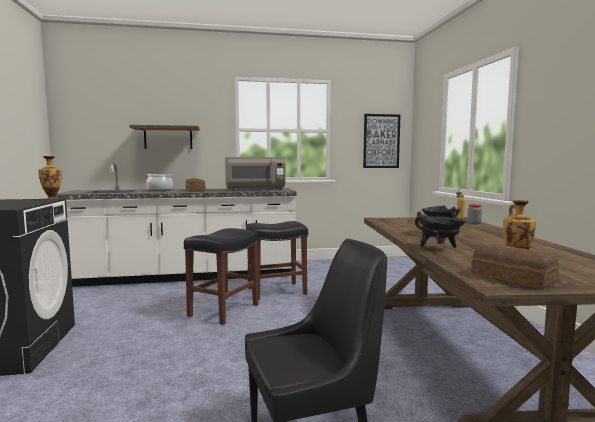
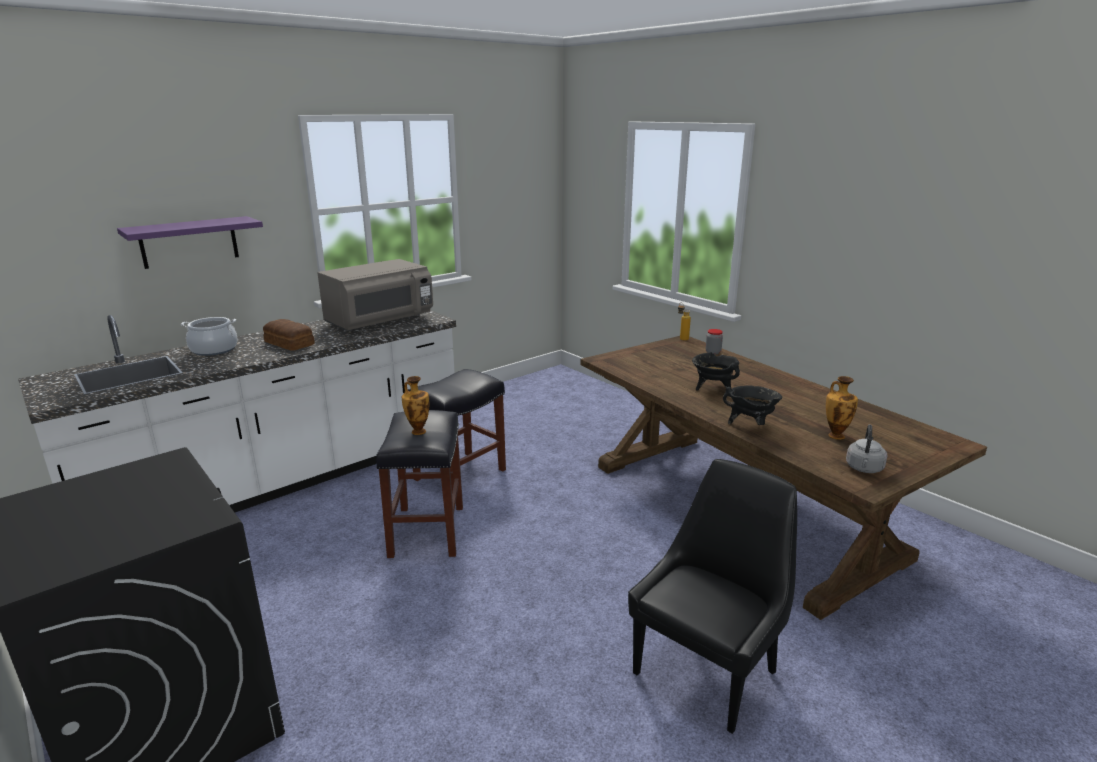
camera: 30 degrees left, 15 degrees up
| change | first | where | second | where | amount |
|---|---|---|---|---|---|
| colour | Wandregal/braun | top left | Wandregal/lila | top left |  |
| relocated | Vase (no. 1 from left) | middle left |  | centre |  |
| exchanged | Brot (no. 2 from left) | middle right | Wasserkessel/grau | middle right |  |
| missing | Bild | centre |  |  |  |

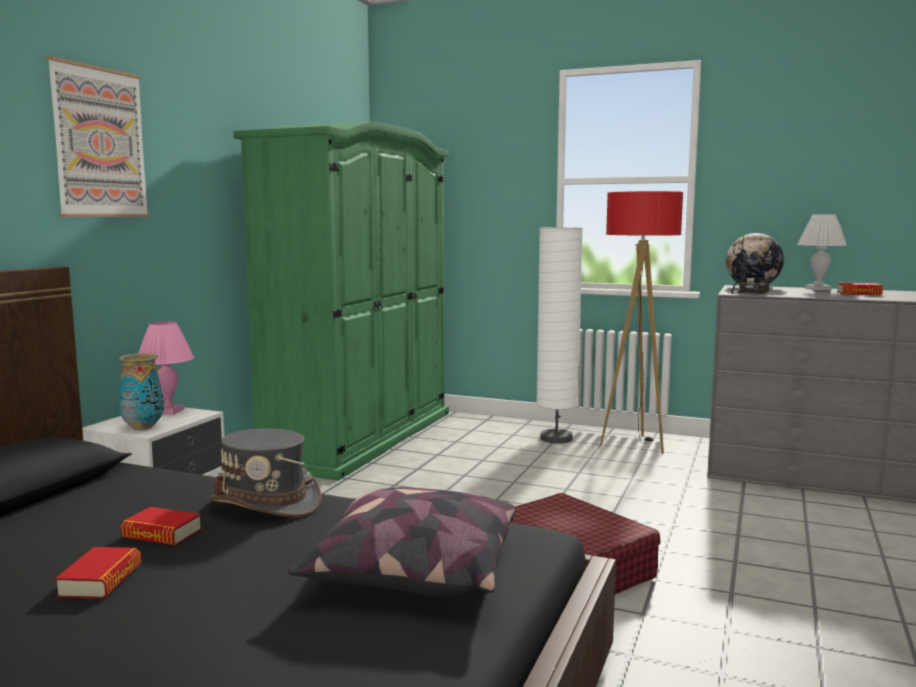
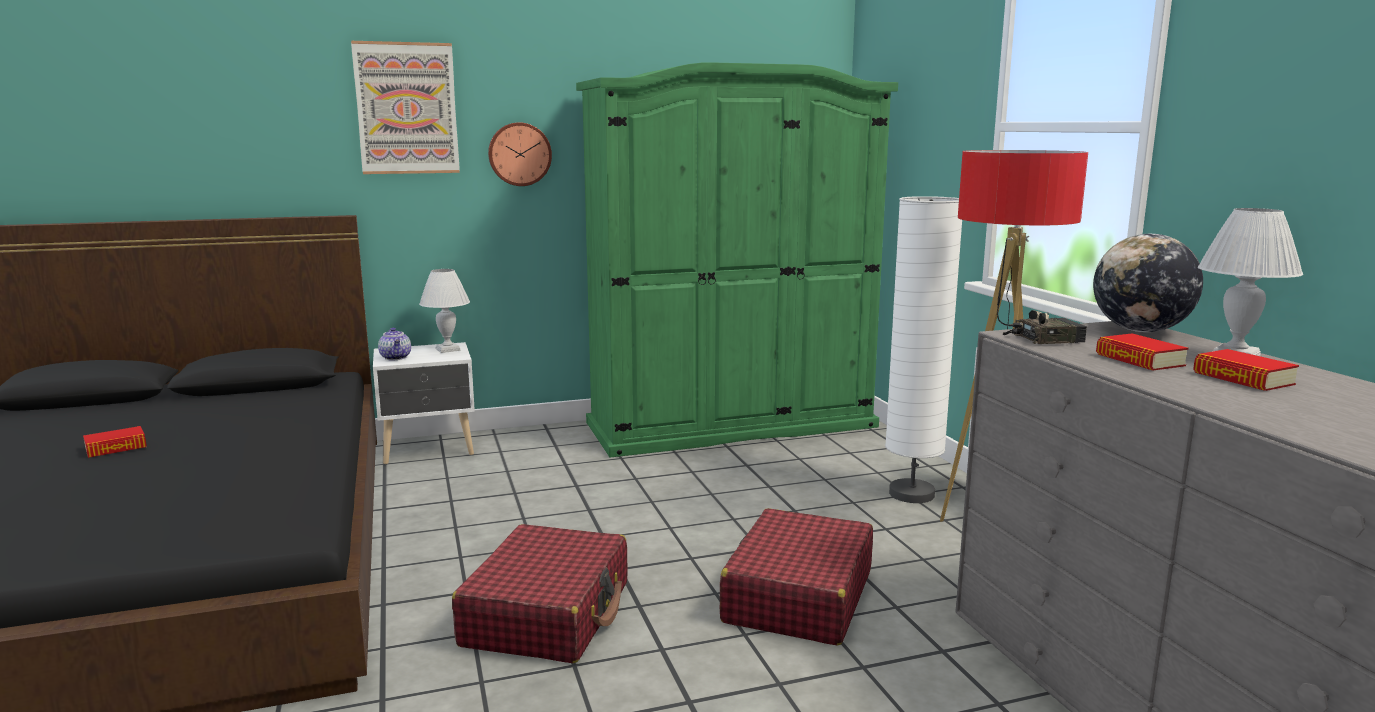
camera: 50 degrees right, 5 degrees up
| change | first | where | second | where | amount |
|---|---|---|---|---|---|
| exchanged | Vase | middle left | Teekanne | middle left |  |
| colour | Tischlampe/rosa | middle left | Tischlampe/weiß (no. 1 from left) | middle left |  |
| appeared |  |  | Wanduhr | top centre |  |
| appeared |  |  | Koffer/rot (no. 2 from left) | bottom centre |  |
| relocated | Buch (no. 2 from left) | bottom left |  | middle right |  |
| missing | Hut/grau | bottom left |  |  |  |
| missing | Kissen | bottom centre |  |  |  |

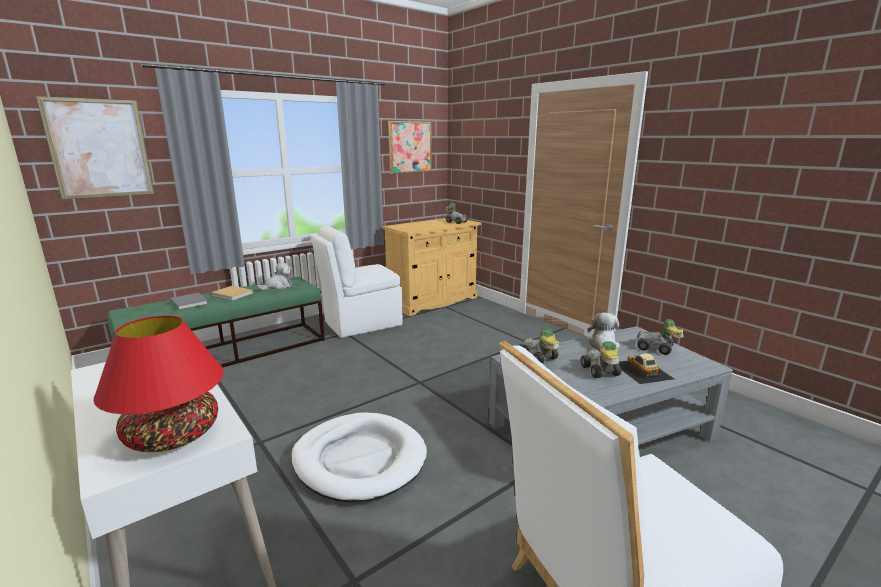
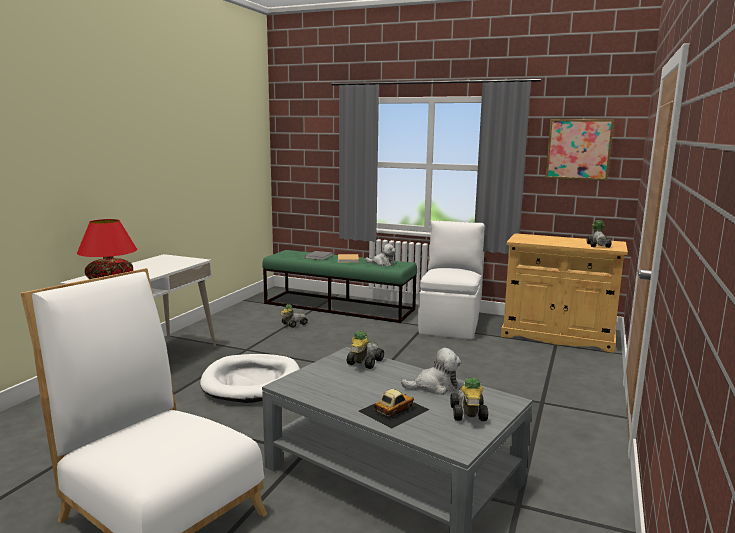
camera: 60 degrees right, 5 degrees down
| change | first | where | second | where | amount |
|---|---|---|---|---|---|
| relocated | Spielzeugauto (no. 3 from left in the first image) | middle right | Spielzeugauto (no. 1 from left) | centre |  |
| spun | Stuhl/weiß (no. 1 from left in the first image) | centre | Stuhl/weiß (no. 2 from left) | centre | 75 degrees clockwise |
| missing | Bild (no. 1 from left) | top left |  |  |  |

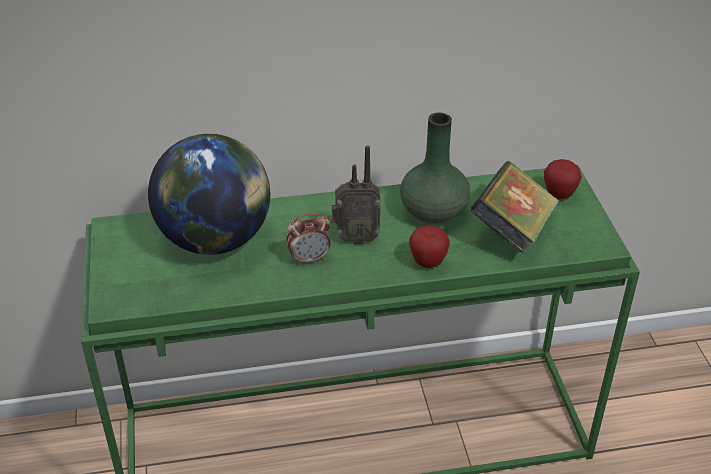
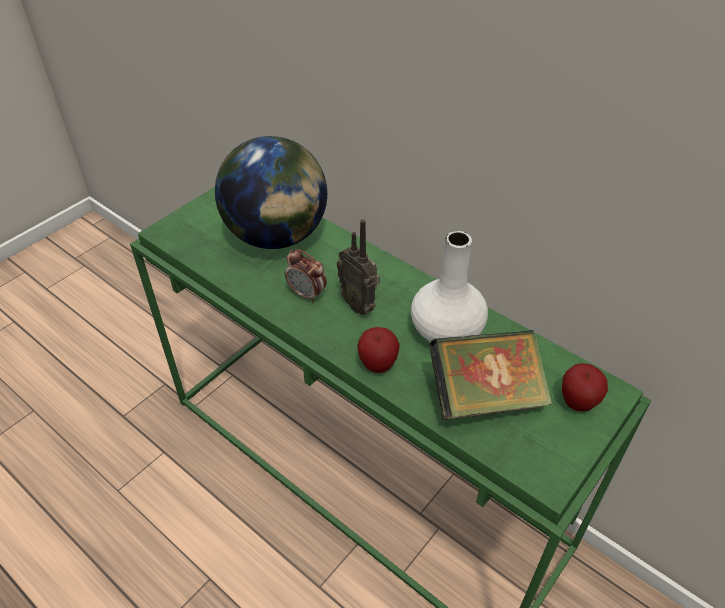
camera: 50 degrees right, 5 degrees up
| change | first | where | second | where | amount |
|---|---|---|---|---|---|
| colour | Vase/grün | centre | Vase/weiß | centre |  |

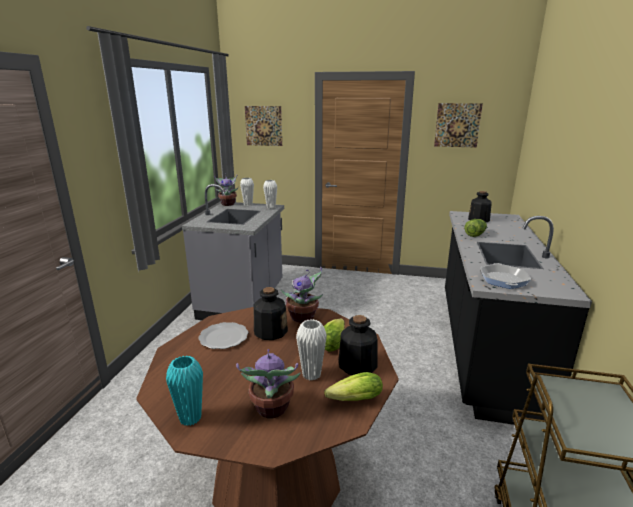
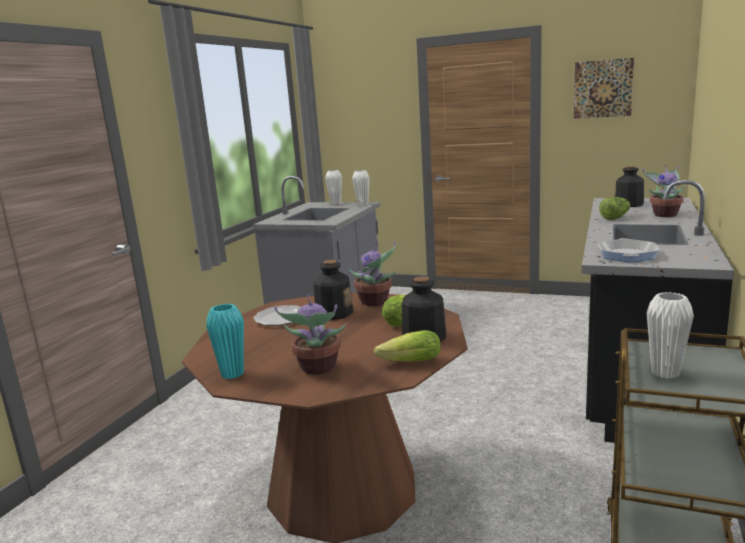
camera: 10 degrees right, 5 degrees down
| change | first | where | second | where | amount |
|---|---|---|---|---|---|
| relocated | Topfpflanze (no. 1 from left in the first image) | centre | Topfpflanze (no. 3 from left) | middle right |  |
| relocated | Vase/weiß (no. 3 from left) | bottom centre |  | middle right |  |
| missing | Bild (no. 1 from left) | top centre |  |  |  |

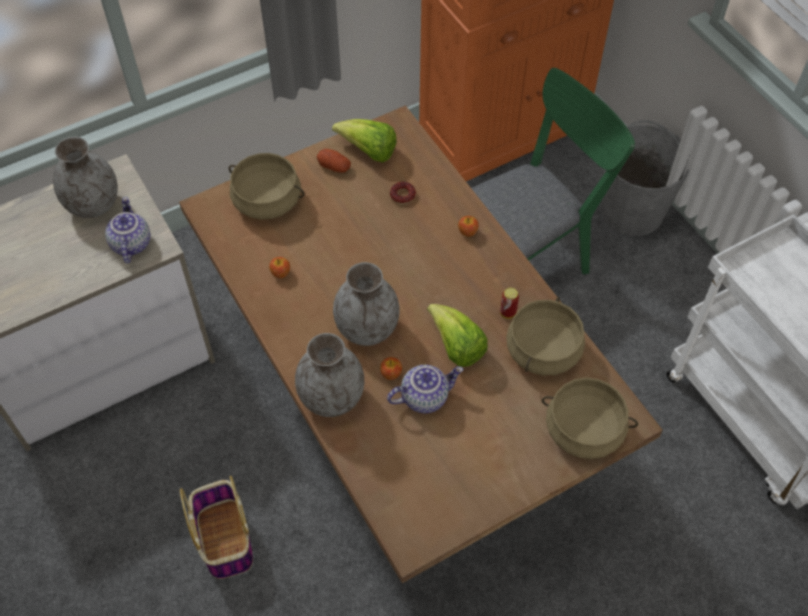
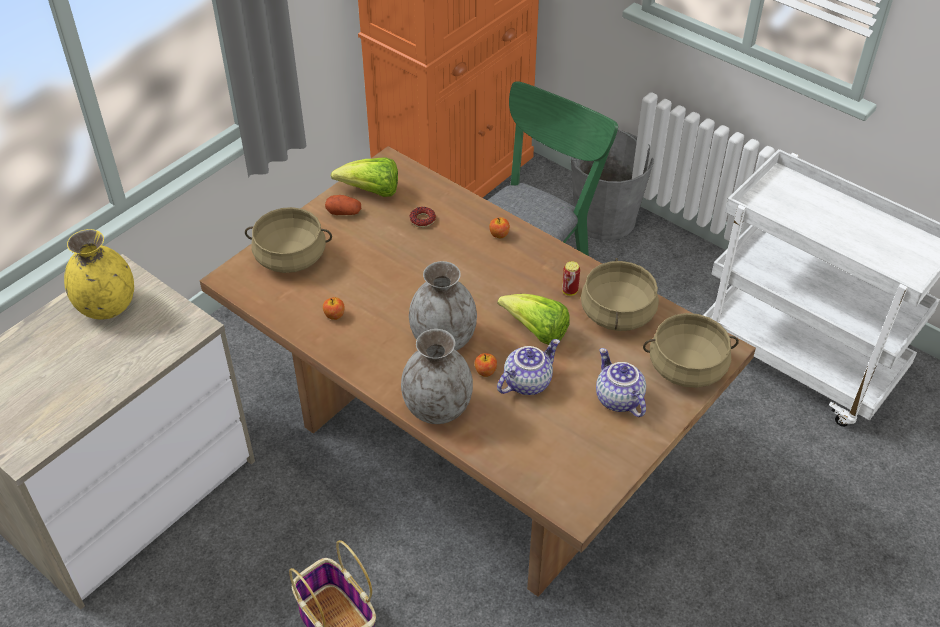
camera: 20 degrees left, 10 degrees down
| change | first | where | second | where | amount |
|---|---|---|---|---|---|
| colour | Vase/grau (no. 1 from left) | top left | Vase/gelb | middle left |  |
| relocated | Teekanne (no. 1 from left in the first image) | middle left | Teekanne (no. 2 from left) | centre |  |

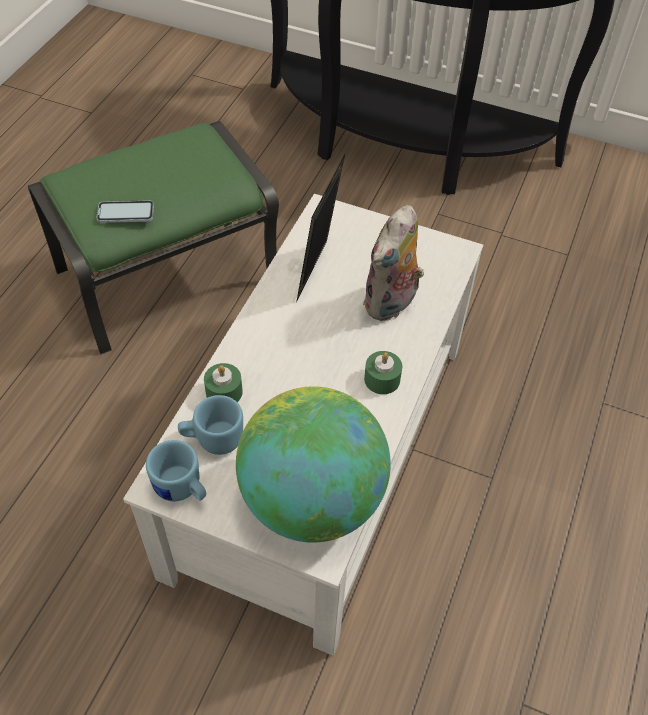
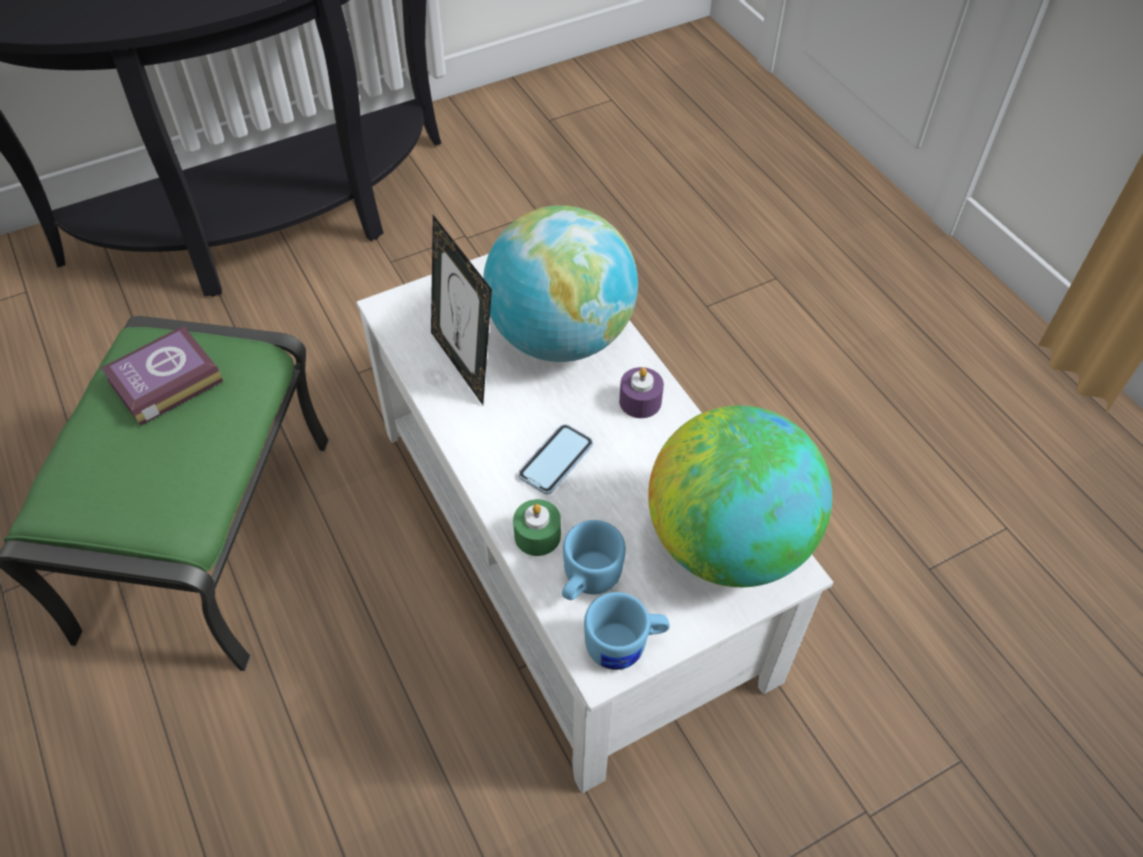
camera: 50 degrees left, 0 degrees up
| change | first | where | second | where | amount |
|---|---|---|---|---|---|
| appeared |  |  | Buch | middle left |  |
| exchanged | Plüschtier | centre | Globus (no. 1 from left) | top centre |  |
| relocated | Handy | top left |  | centre |  |
| colour | Kerze/grün (no. 2 from left) | centre | Kerze/lila | centre |  |

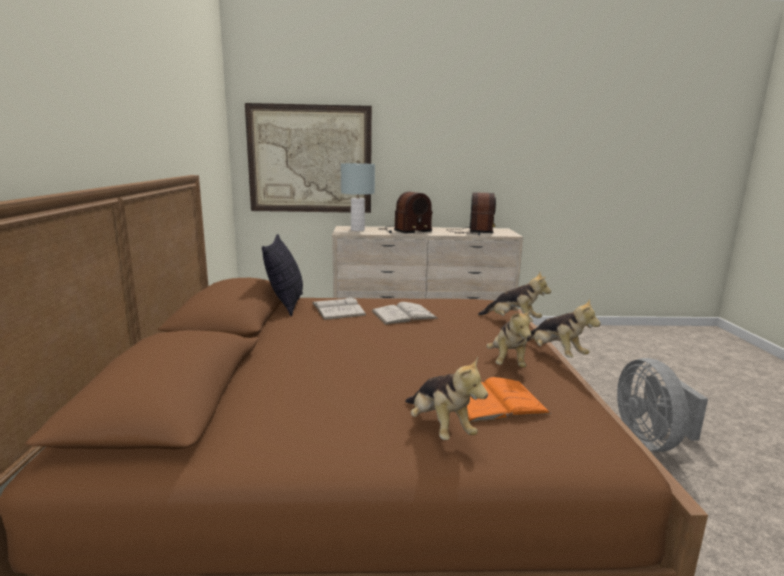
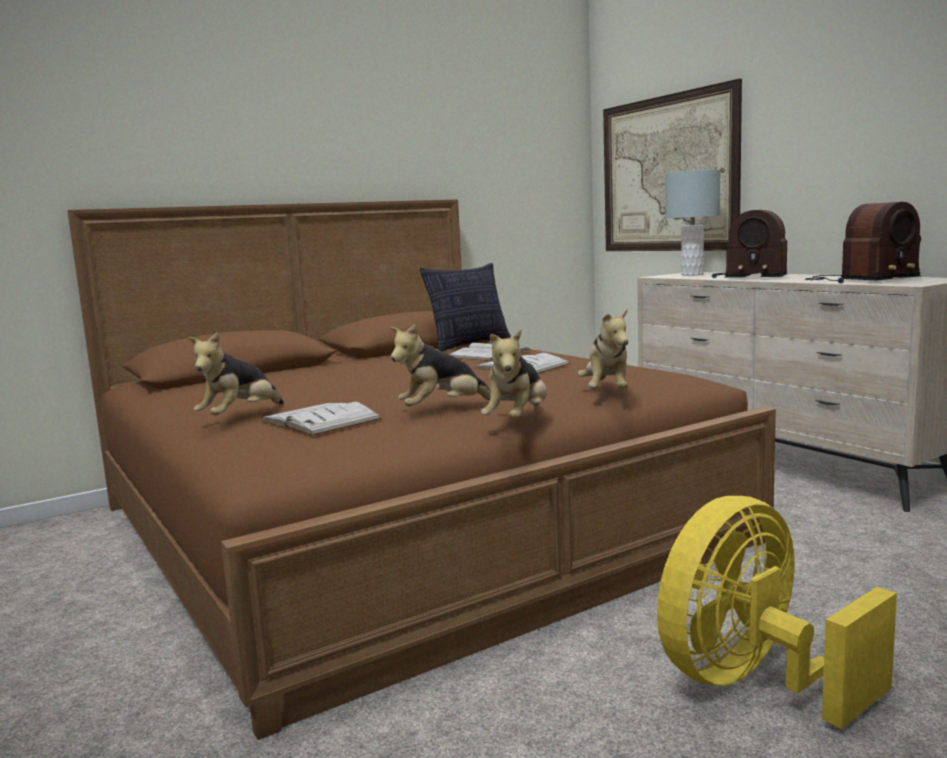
camera: 60 degrees right, 5 degrees down
| change | first | where | second | where | amount |
|---|---|---|---|---|---|
| colour | Buch/orange | bottom centre | Buch/weiß (no. 1 from left) | centre |  |
| colour | Ventilator/grau | bottom right | Ventilator/gelb | bottom right |  |

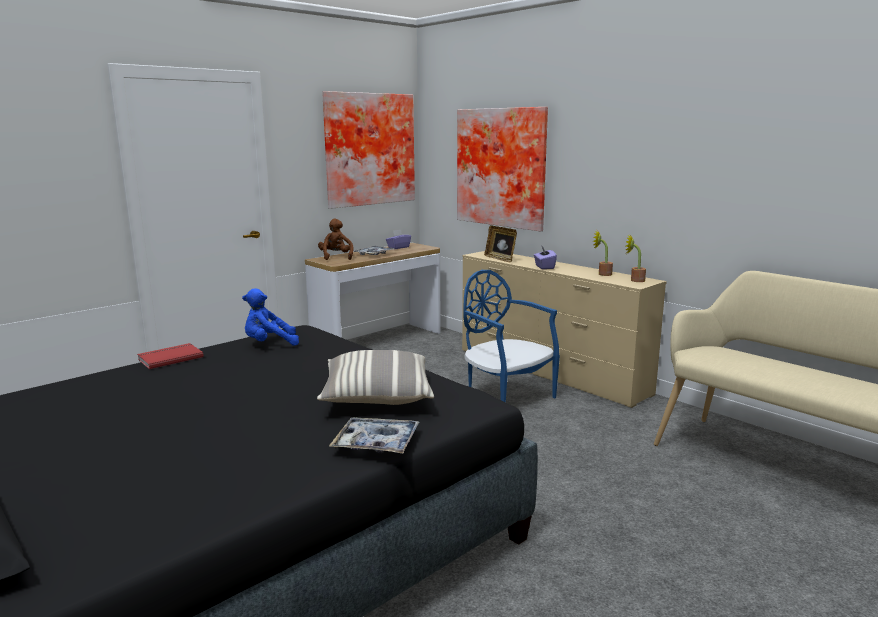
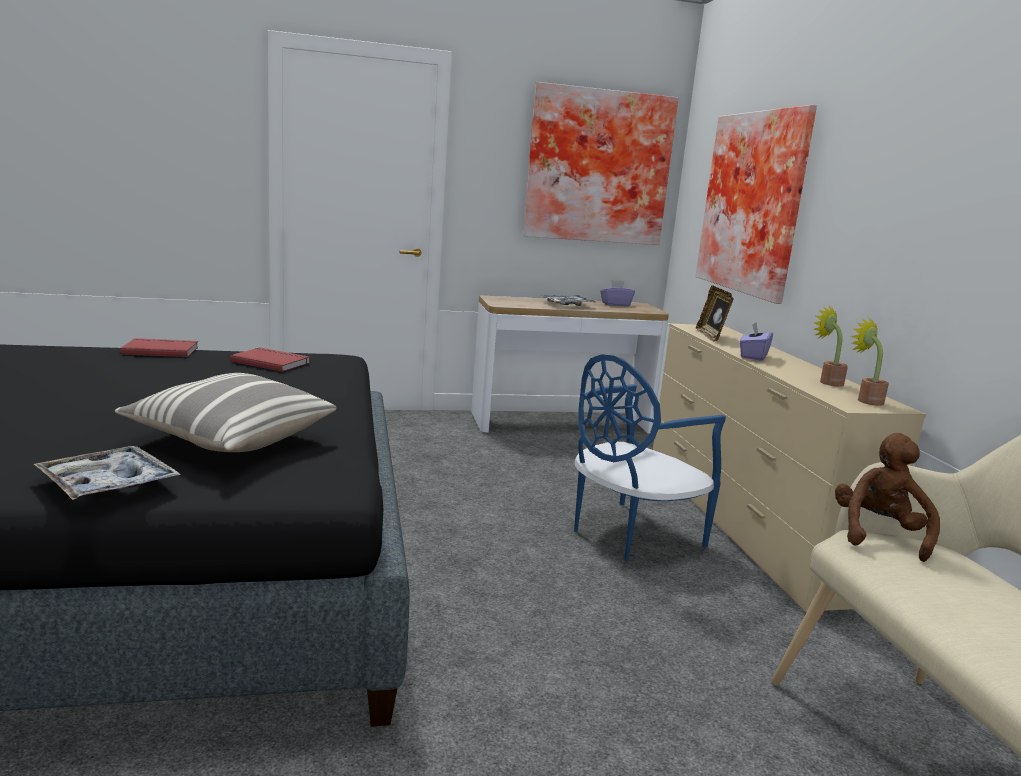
camera: 30 degrees right, 0 degrees up
| change | first | where | second | where | amount |
|---|---|---|---|---|---|
| exchanged | Plüschtier/blau | middle left | Buch/rot (no. 2 from left) | middle left |  |
| spun | Stuhl/blau | centre |  | centre | 120 degrees counterclockwise |
| relocated | Plüschtier/braun | centre |  | middle right |  |

